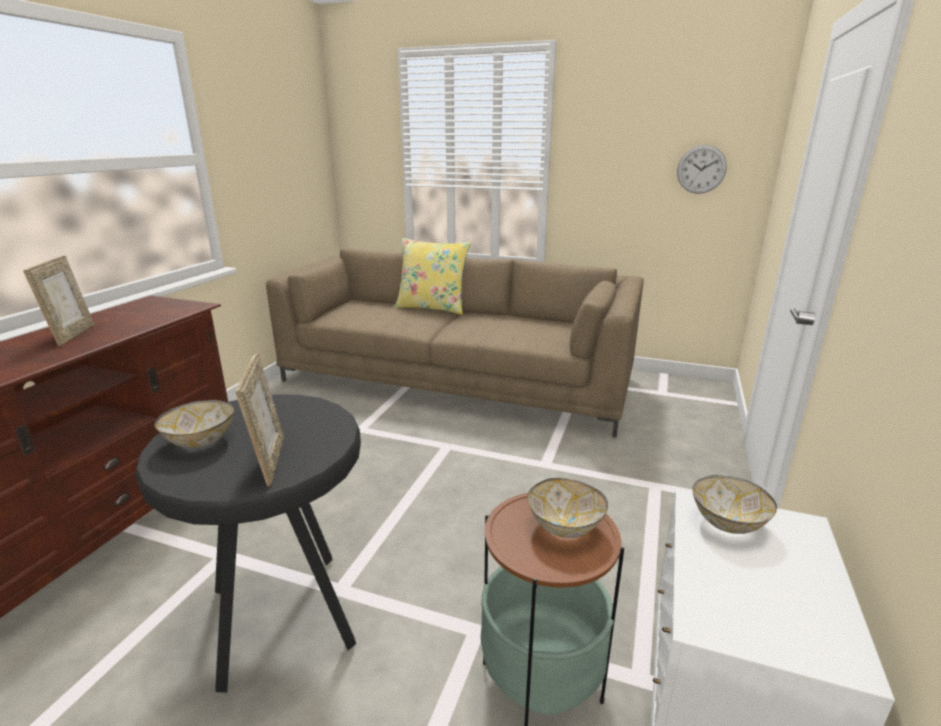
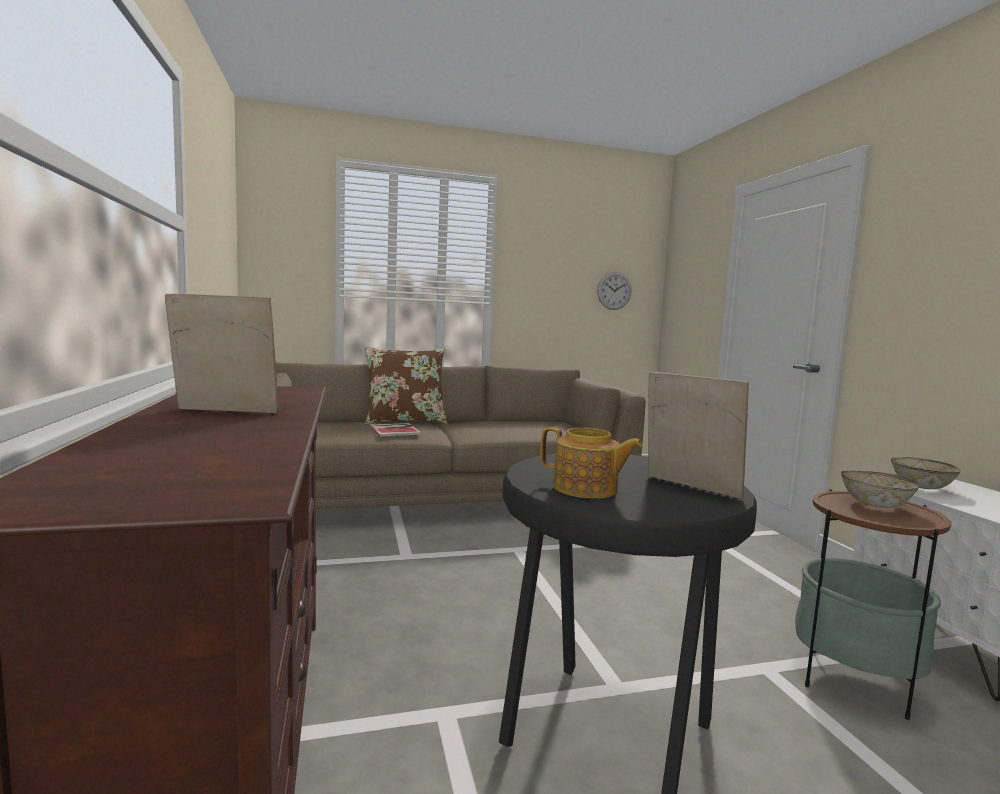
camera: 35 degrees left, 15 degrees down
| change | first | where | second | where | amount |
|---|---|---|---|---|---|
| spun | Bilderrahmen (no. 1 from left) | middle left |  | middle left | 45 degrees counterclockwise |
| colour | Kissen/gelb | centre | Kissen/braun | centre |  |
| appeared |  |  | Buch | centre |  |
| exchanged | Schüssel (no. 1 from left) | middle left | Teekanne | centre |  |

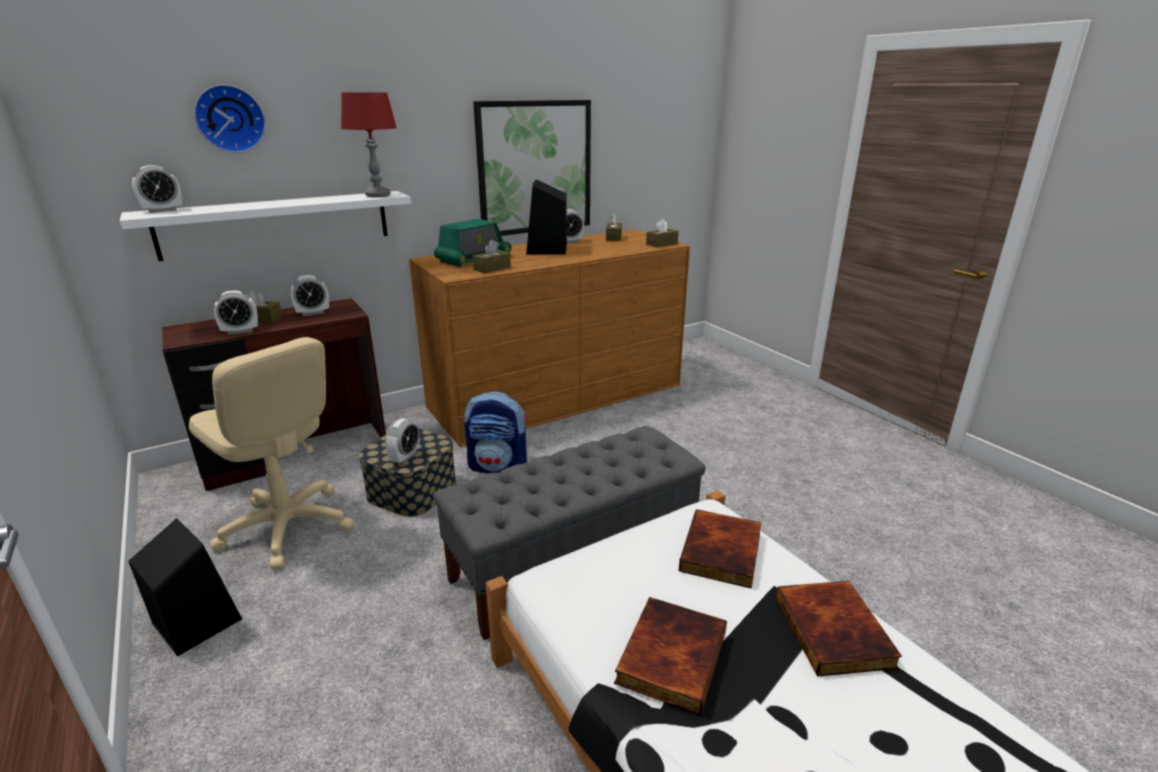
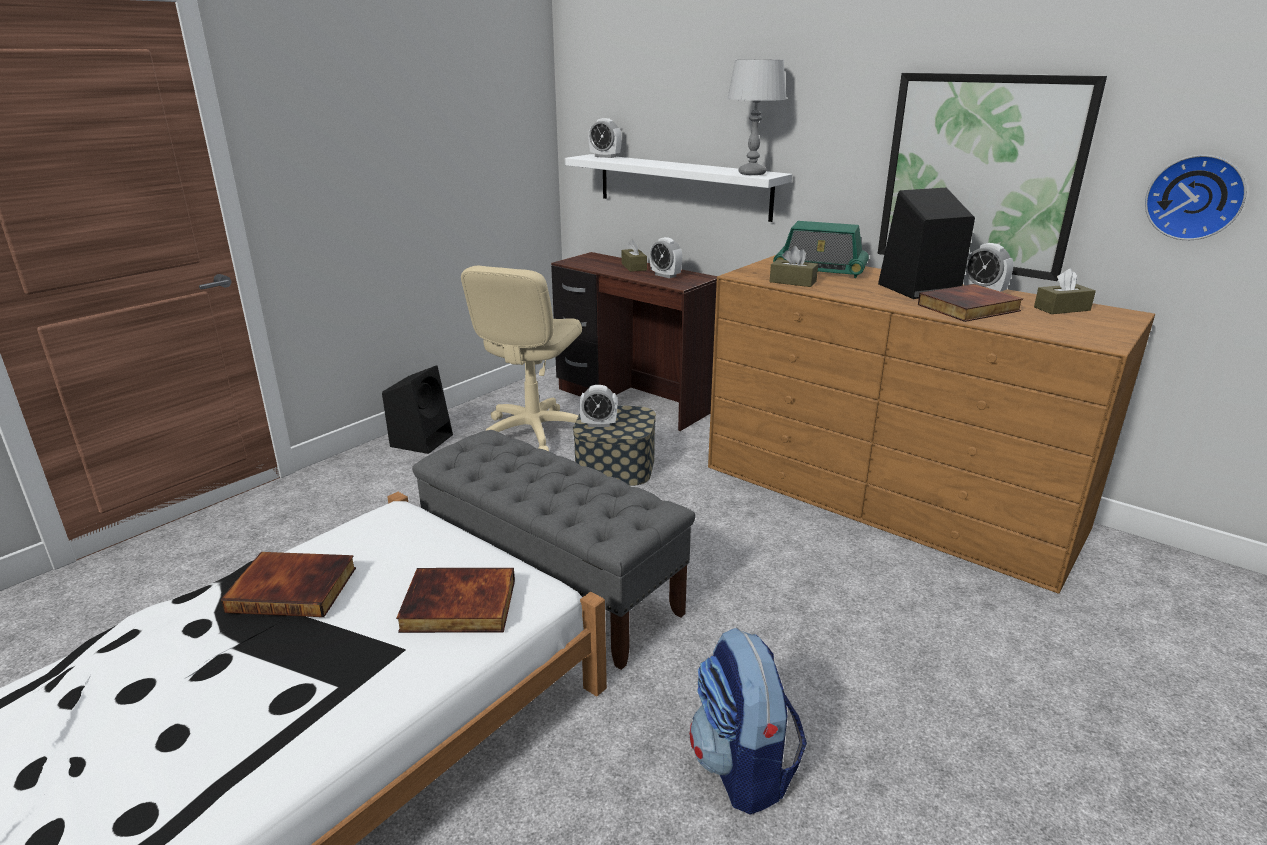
camera: 70 degrees right, 0 degrees up
| change | first | where | second | where | amount |
|---|---|---|---|---|---|
| relocated | Rucksack | centre |  | bottom centre |  |
| colour | Tischlampe/rot | top left | Tischlampe/grau | top centre |  |
| relocated | Buch (no. 3 from left) | bottom right |  | middle right |  |
| relocated | Wanduhr | top left |  | top right |  |
| missing | Wecker (no. 2 from left) | middle left |  |  |  |
| missing | Taschentuchbox/braun (no. 4 from left) | top centre |  |  |  |

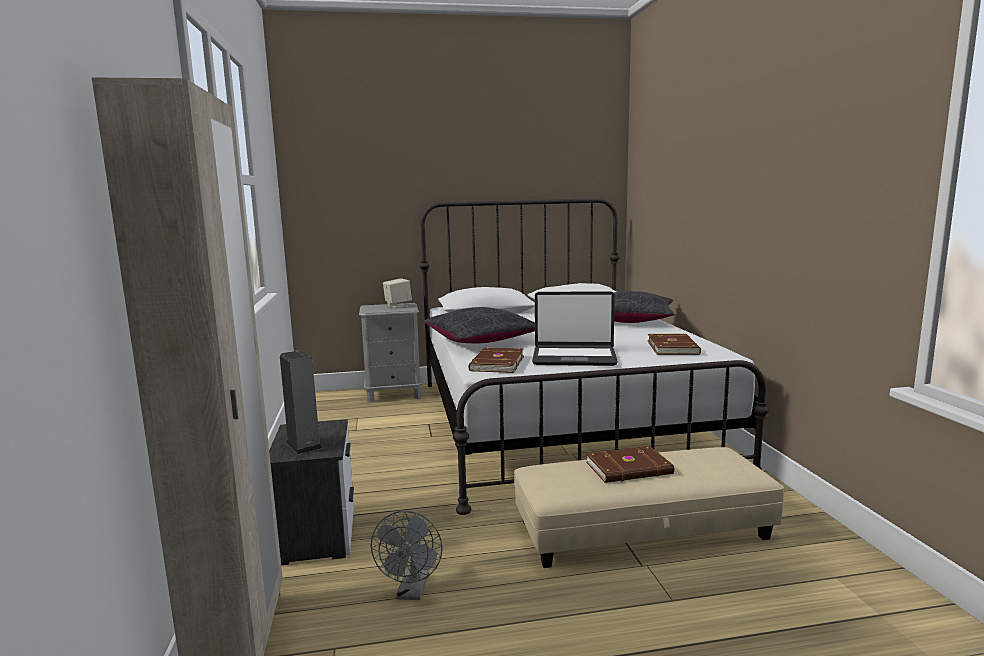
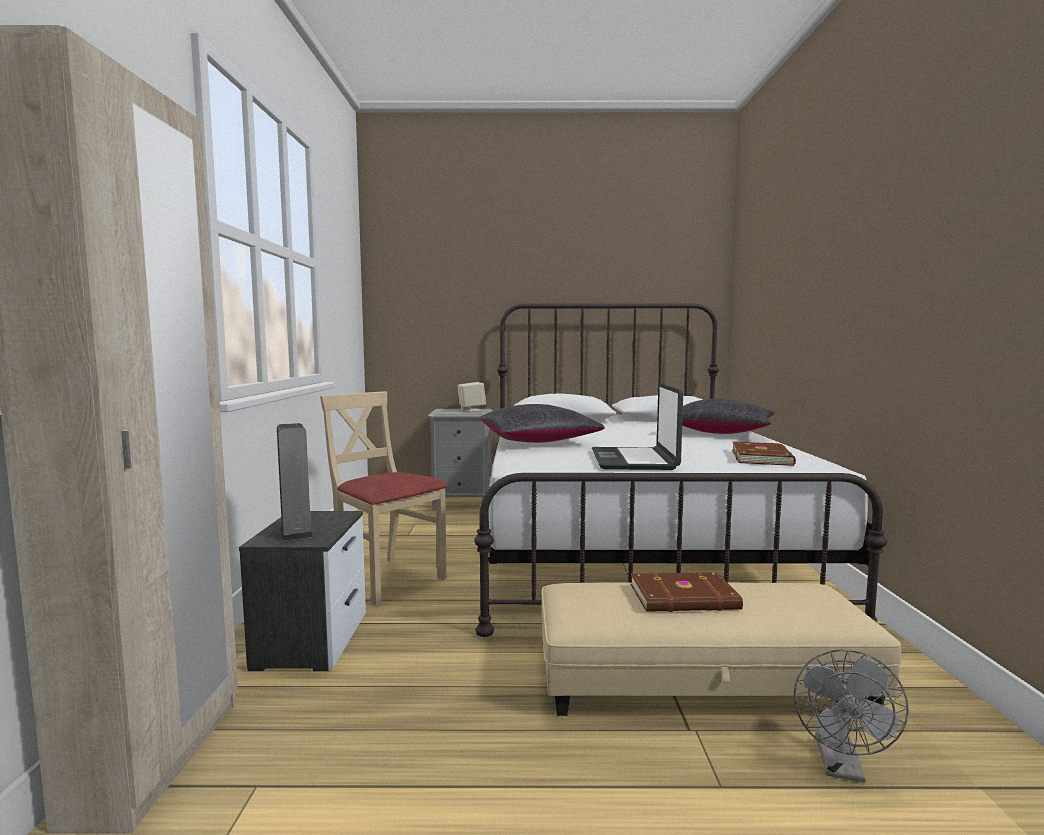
camera: 10 degrees right, 5 degrees down
| change | first | where | second | where | amount |
|---|---|---|---|---|---|
| appeared |  |  | Stuhl/beige | centre |  |
| spun | Laptop | centre |  | centre | 75 degrees clockwise |
| relocated | Ventilator/grau | bottom centre |  | bottom right |  |
| missing | Buch/braun (no. 1 from left) | centre |  |  |  |

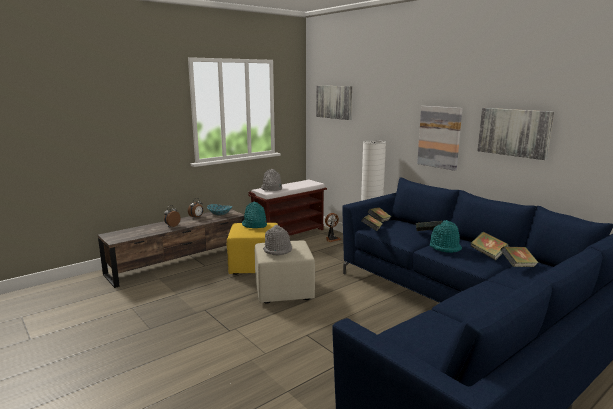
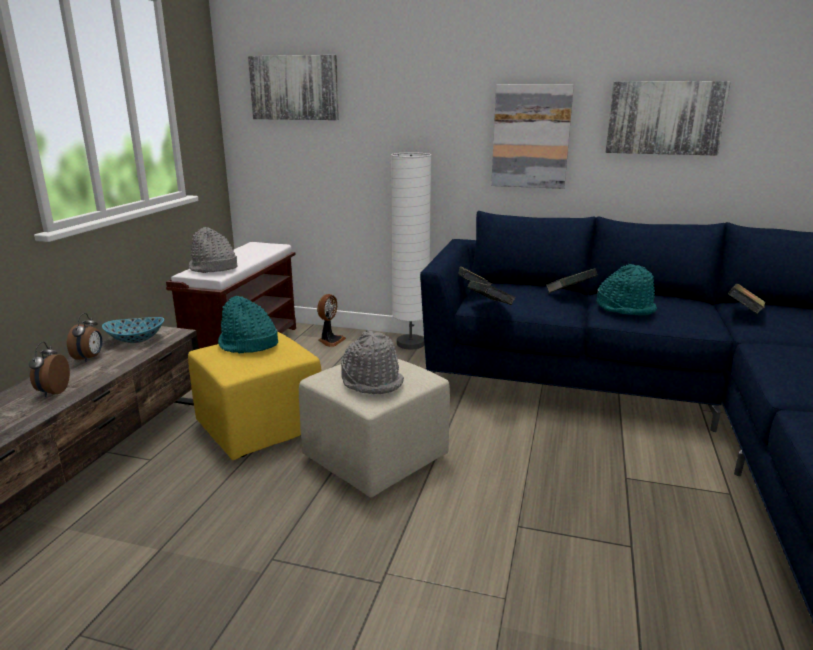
camera: 35 degrees left, 5 degrees up
| change | first | where | second | where | amount |
|---|---|---|---|---|---|
| missing | Buch (no. 4 from left) | middle right |  |  |  |

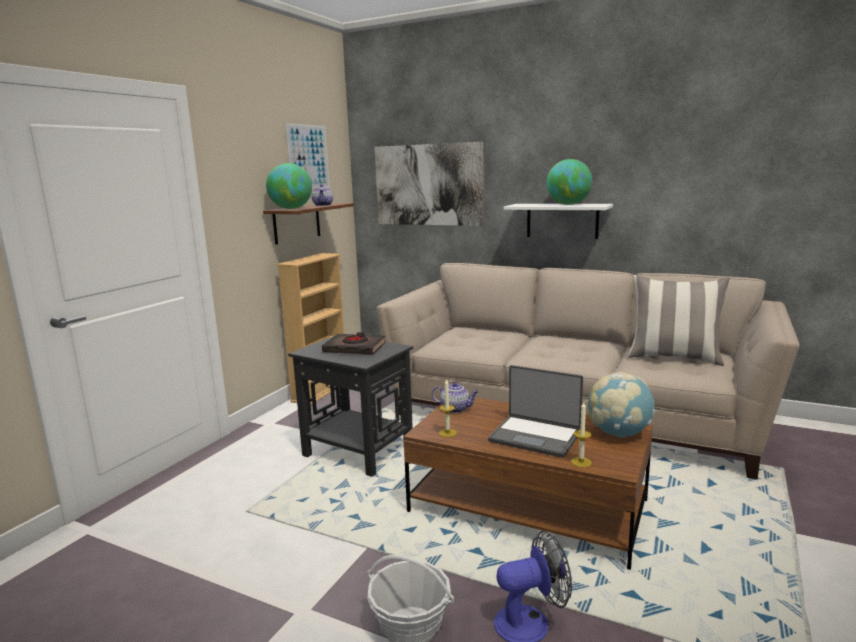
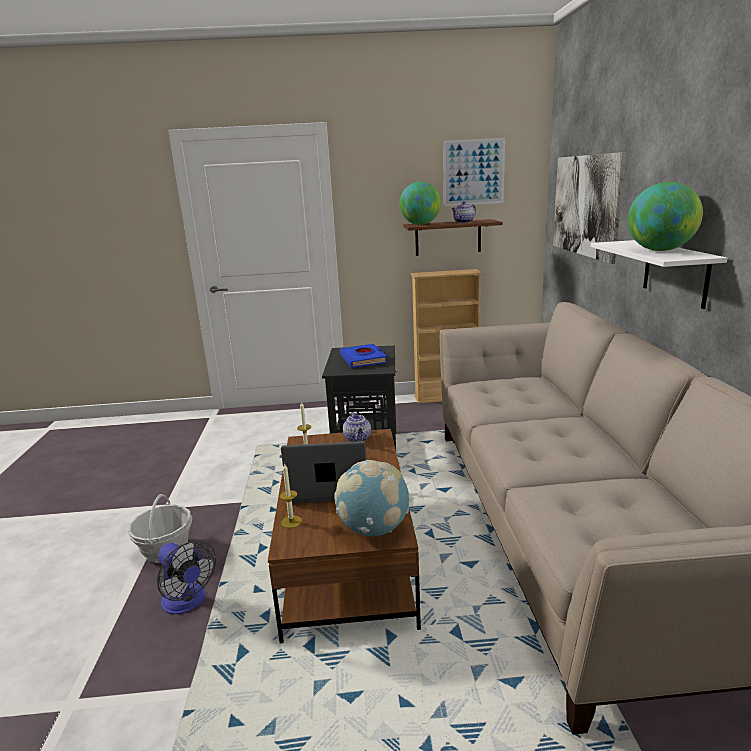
camera: 60 degrees right, 5 degrees up
| change | first | where | second | where | amount |
|---|---|---|---|---|---|
| spun | Laptop | centre |  | centre | 90 degrees clockwise |
| colour | Buch/schwarz | centre | Buch/blau | centre |  |
| missing | Kissen | middle right |  |  |  |

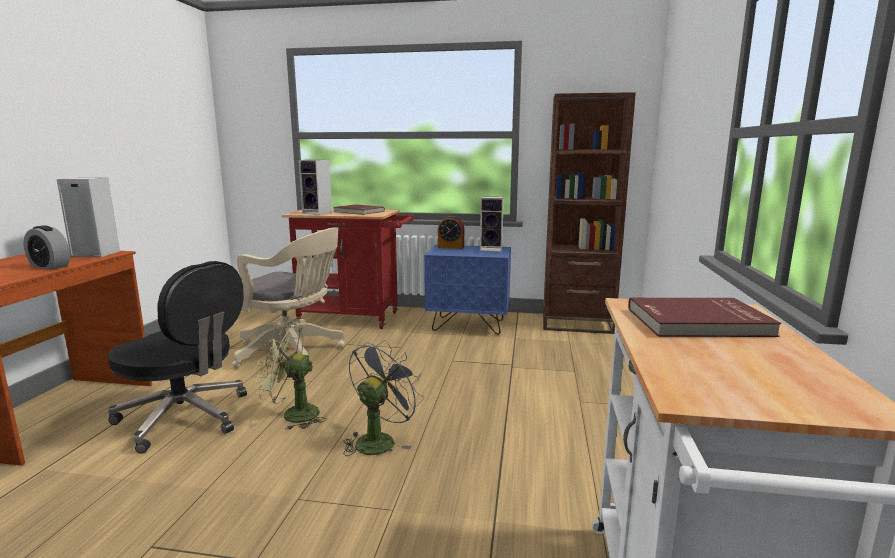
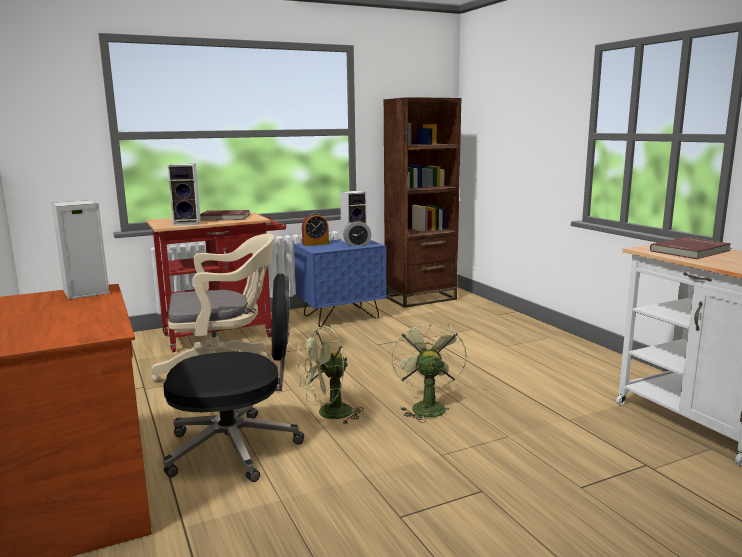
camera: 35 degrees left, 0 degrees up
| change | first | where | second | where | amount |
|---|---|---|---|---|---|
| relocated | Wecker (no. 1 from left in the first image) | middle left | Wecker (no. 2 from left) | centre |  |
| colour | Ventilator/grau | bottom centre | Ventilator/grün (no. 2 from left) | centre |  |

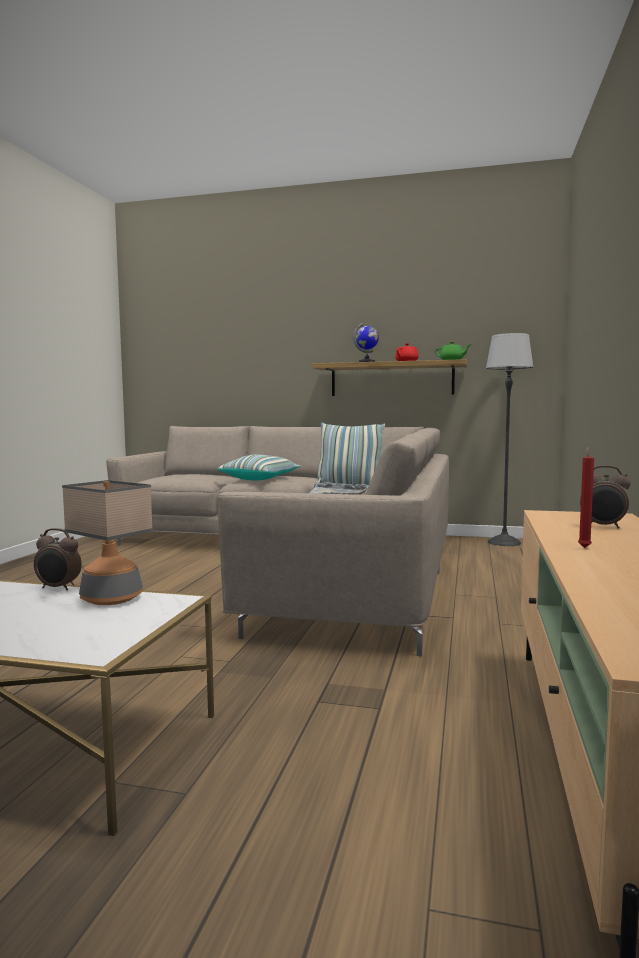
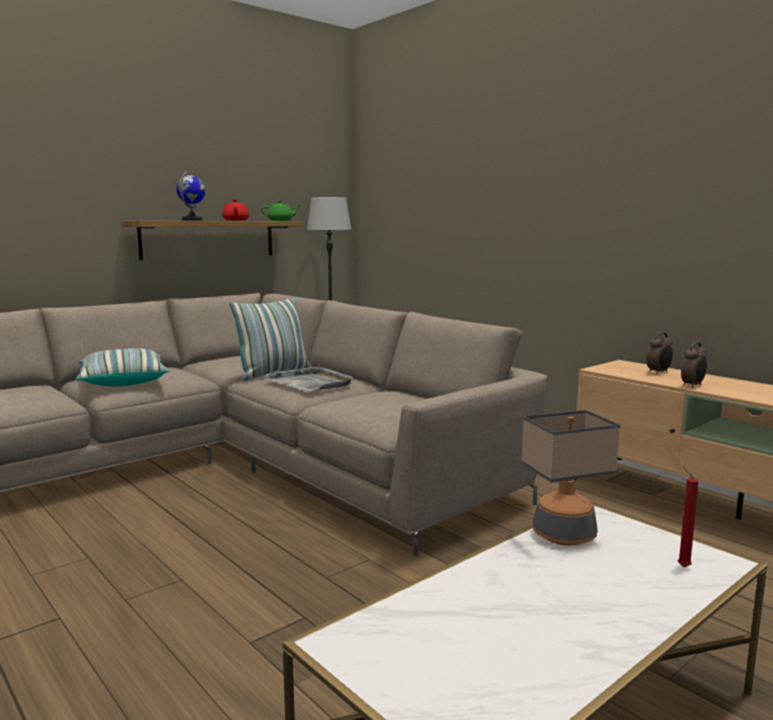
camera: 55 degrees left, 5 degrees up
| change | first | where | second | where | amount |
|---|---|---|---|---|---|
| relocated | Kerze/rot | middle right |  | bottom right |  |
| relocated | Wecker (no. 1 from left in the first image) | middle left | Wecker (no. 2 from left) | middle right |  |

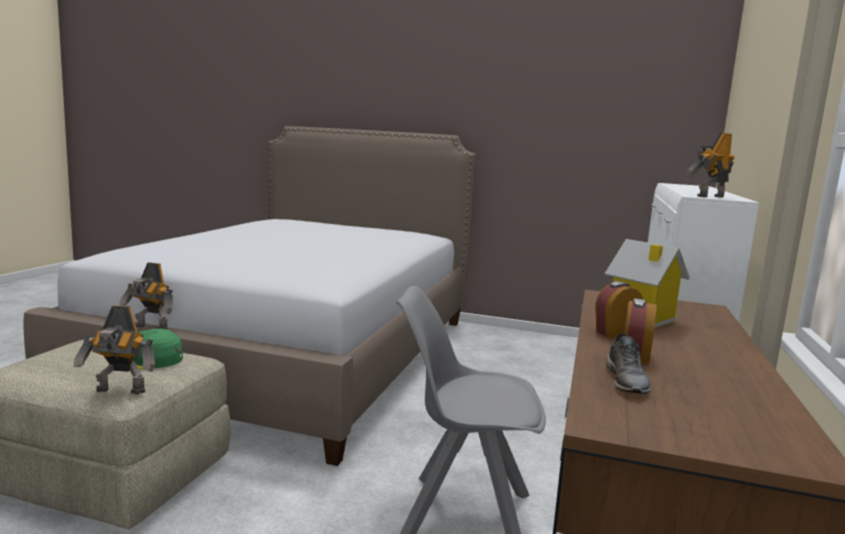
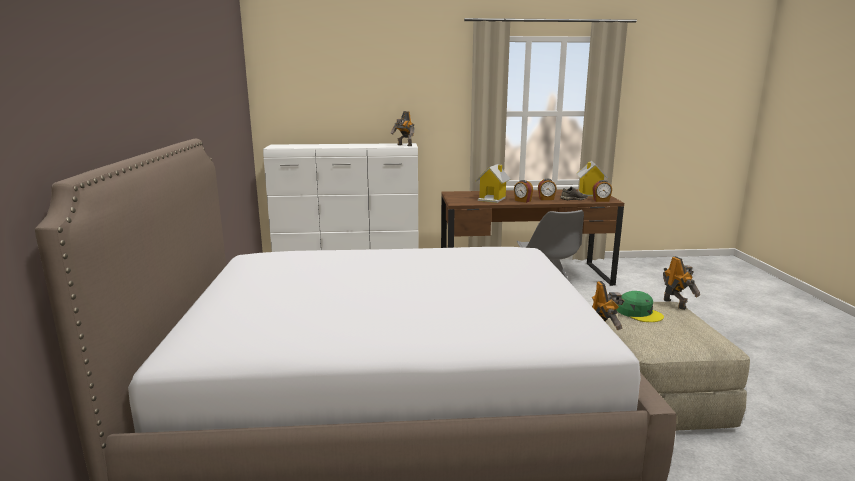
camera: 110 degrees left, 5 degrees up
| change | first | where | second | where | amount |
|---|---|---|---|---|---|
| appeared |  |  | Spielzeughaus (no. 2 from left) | middle right |  |
| appeared |  |  | Wecker (no. 3 from left) | middle right |  |

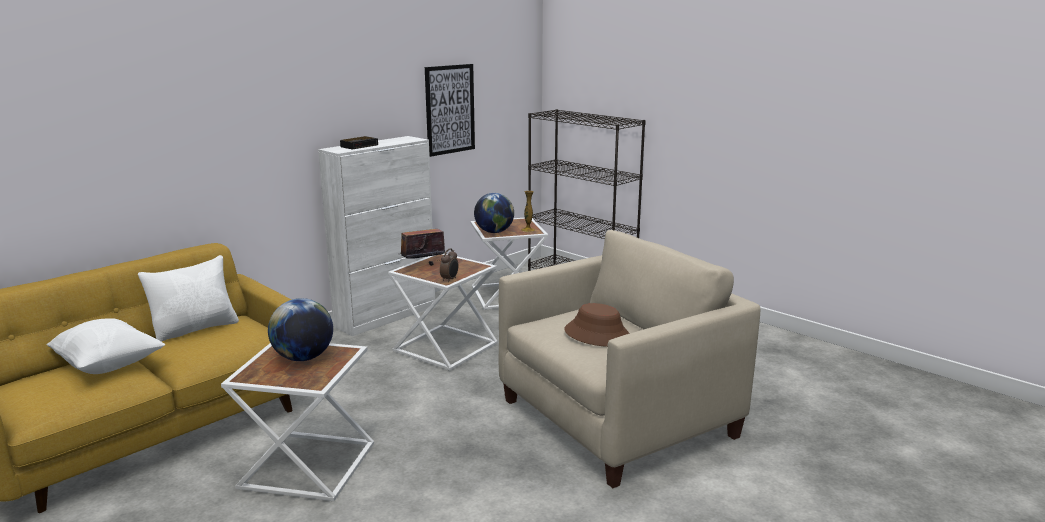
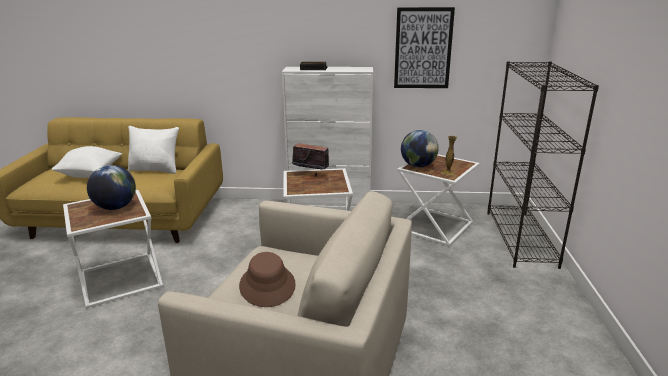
camera: 50 degrees right, 5 degrees up
| change | first | where | second | where | amount |
|---|---|---|---|---|---|
| missing | Wecker (no. 2 from left) | centre |  |  |  |

